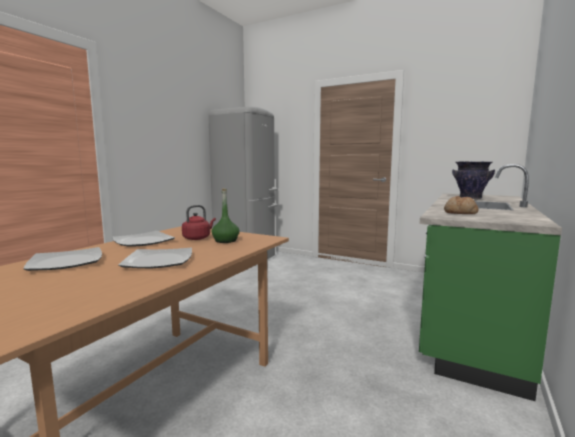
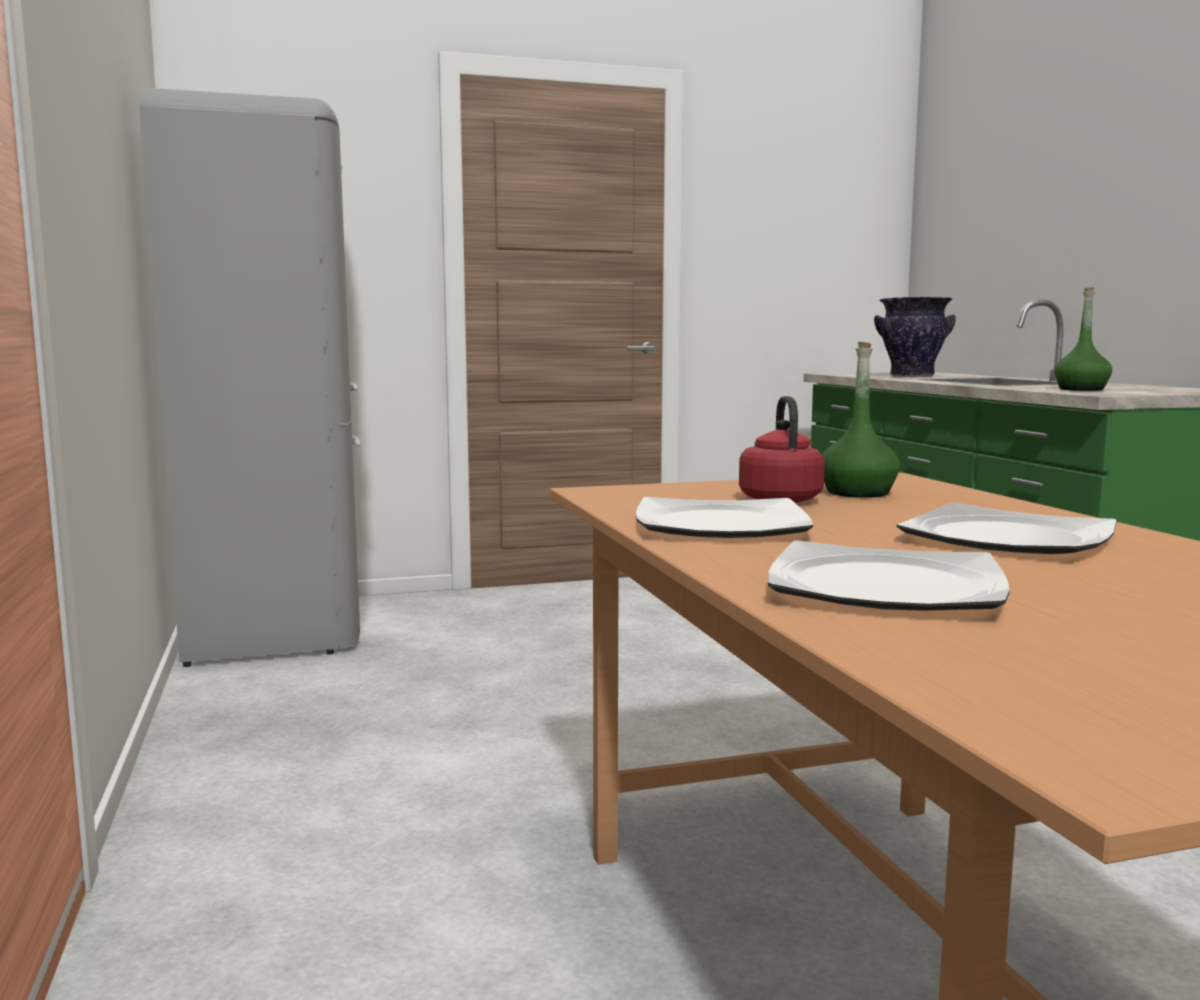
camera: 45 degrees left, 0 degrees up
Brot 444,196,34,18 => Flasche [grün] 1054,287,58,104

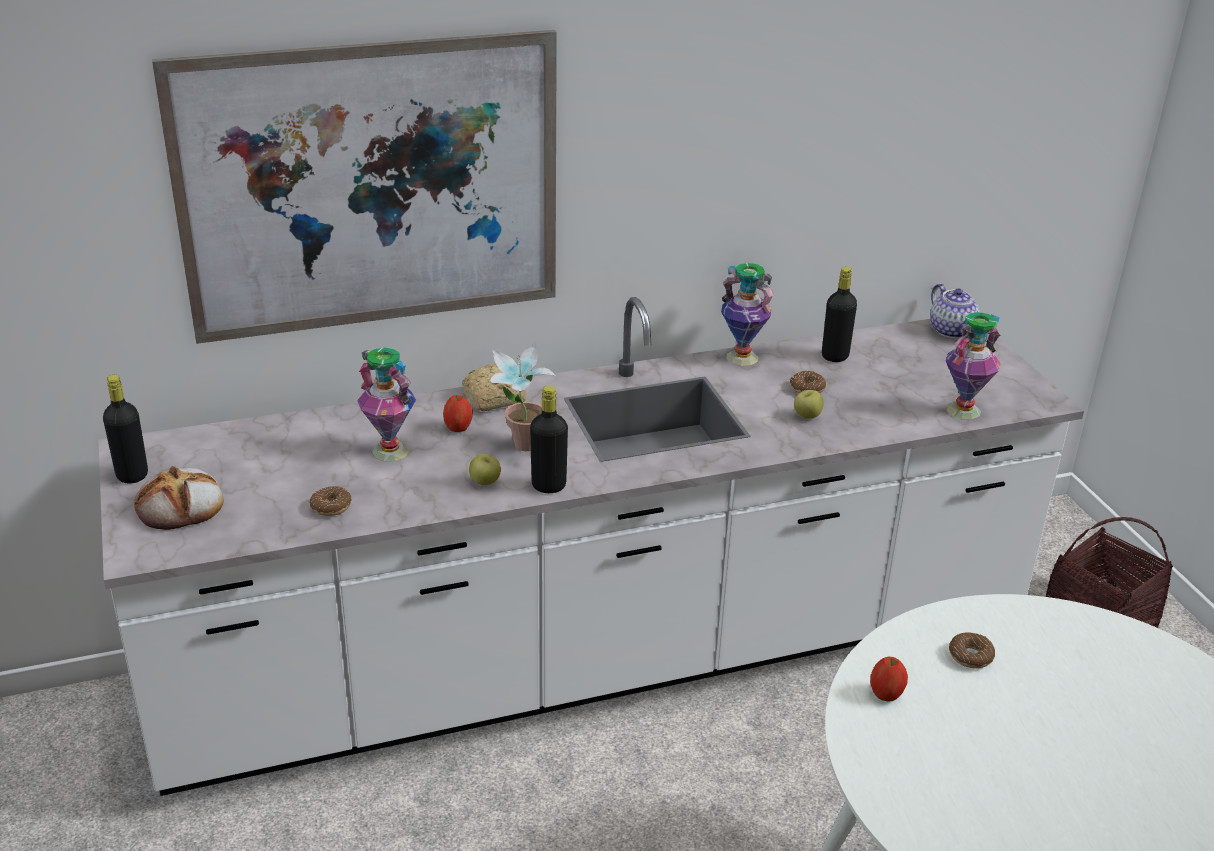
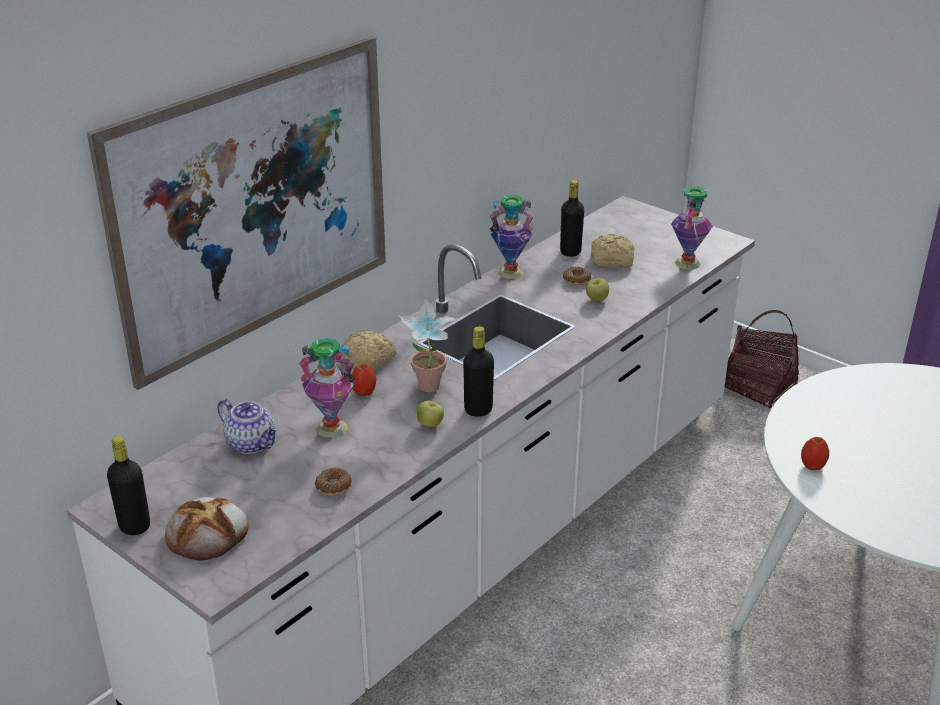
camera: 30 degrees left, 0 degrees up
Teekanne 930,284,50,54 => Teekanne 217,399,62,55, relocated
Donut 949,633,46,35 => nothing
nothing => Brot 591,234,44,34

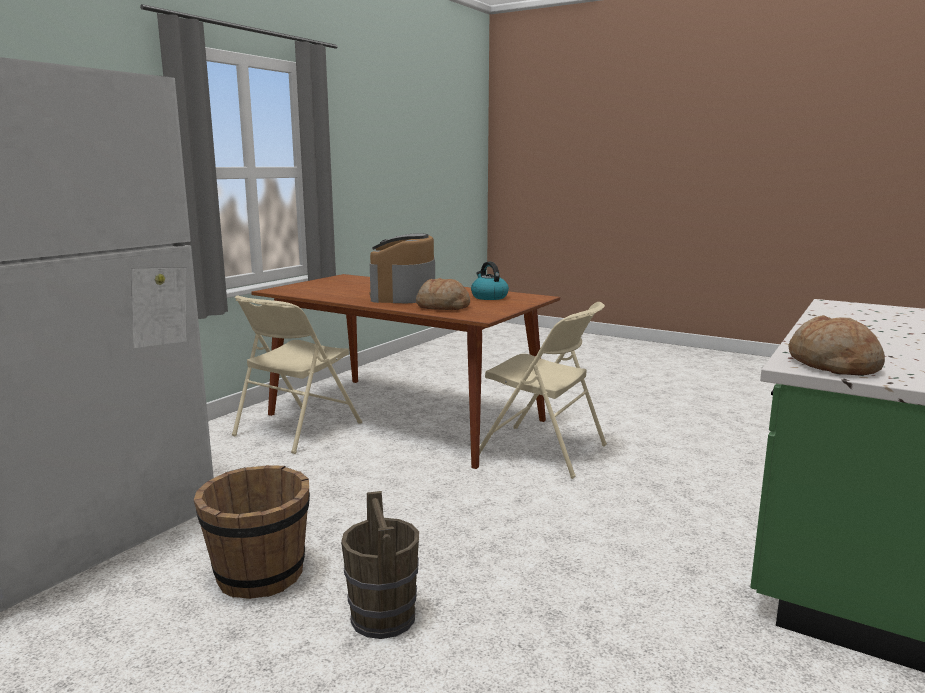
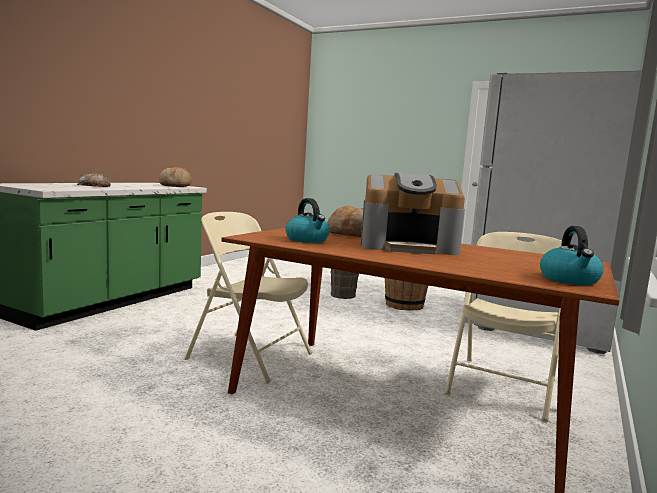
camera: 175 degrees right, 5 degrees down
Kaffeemaschine 369,233,66,70 => Kaffeemaschine 361,173,104,82, 90 degrees clockwise
nothing => Brot 77,172,34,15
nothing => Wasserkessel 540,226,64,59

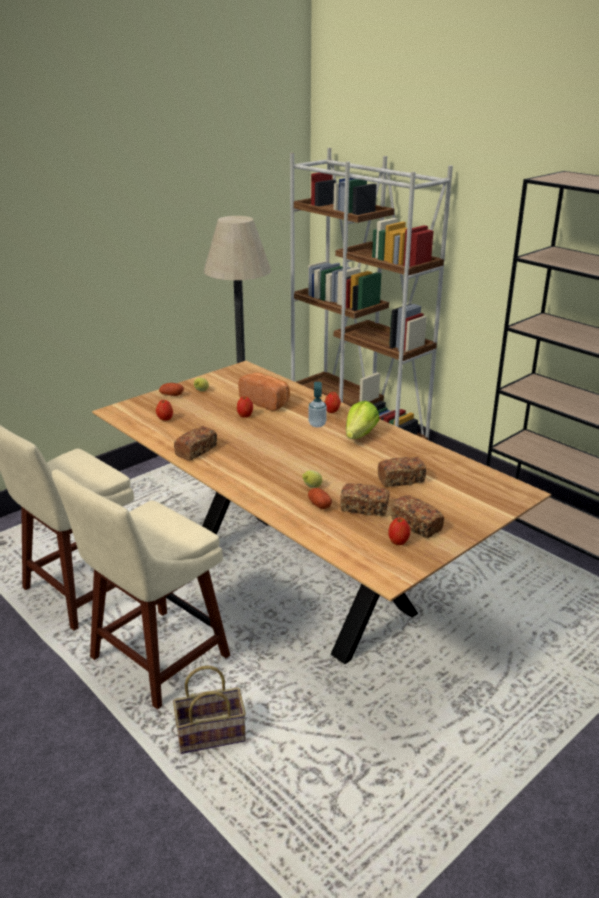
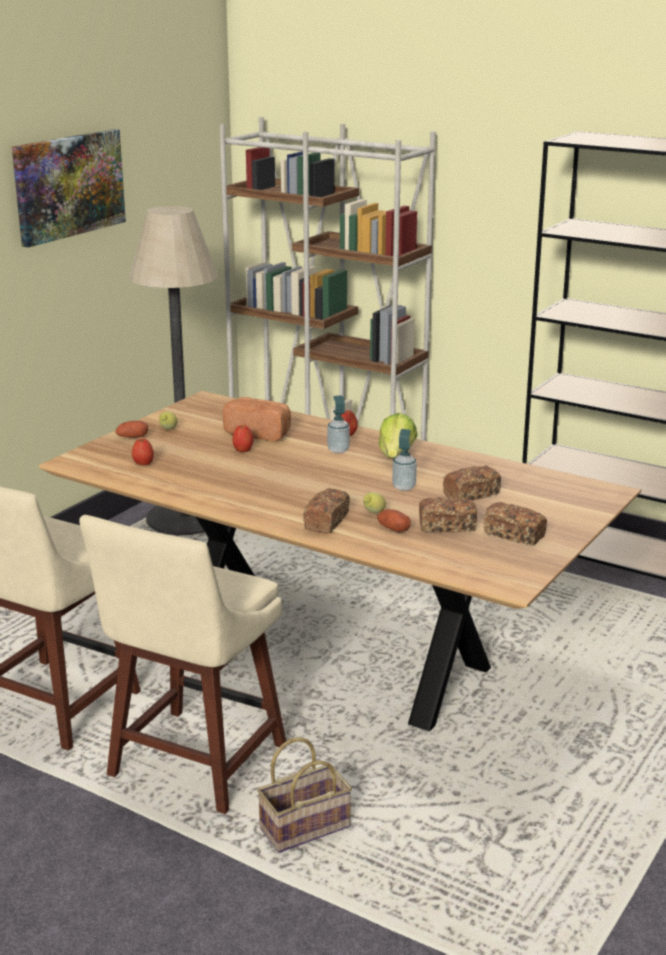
camera: 15 degrees left, 5 degrees down
Brot 174,426,43,35 => Brot 303,488,47,46, relocated
Apfel 388,518,23,27 => nothing
nothing => Bild 12,129,114,118
nothing => Seifenspender 392,429,25,62

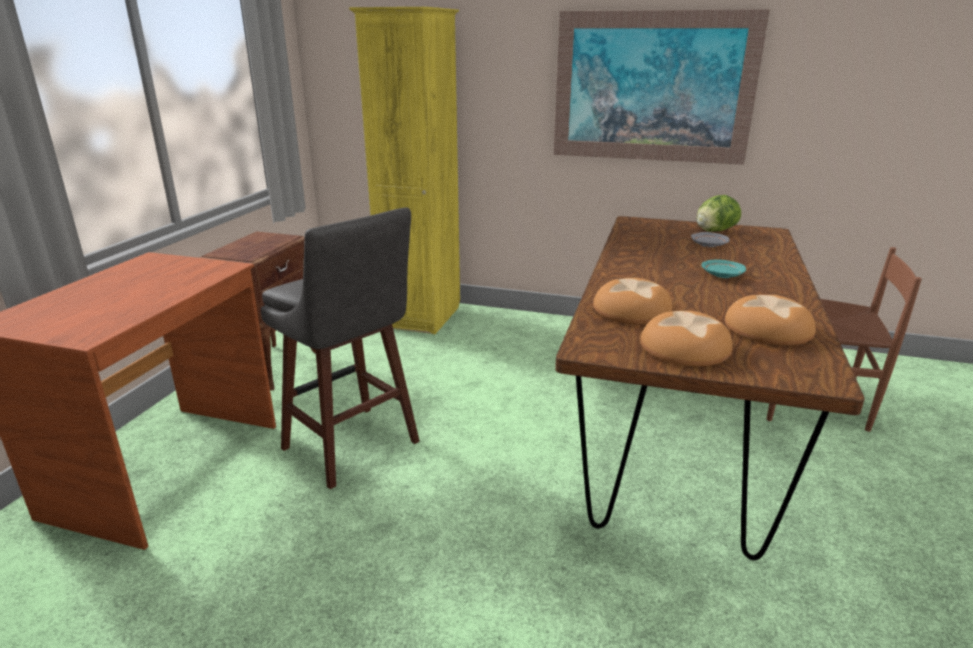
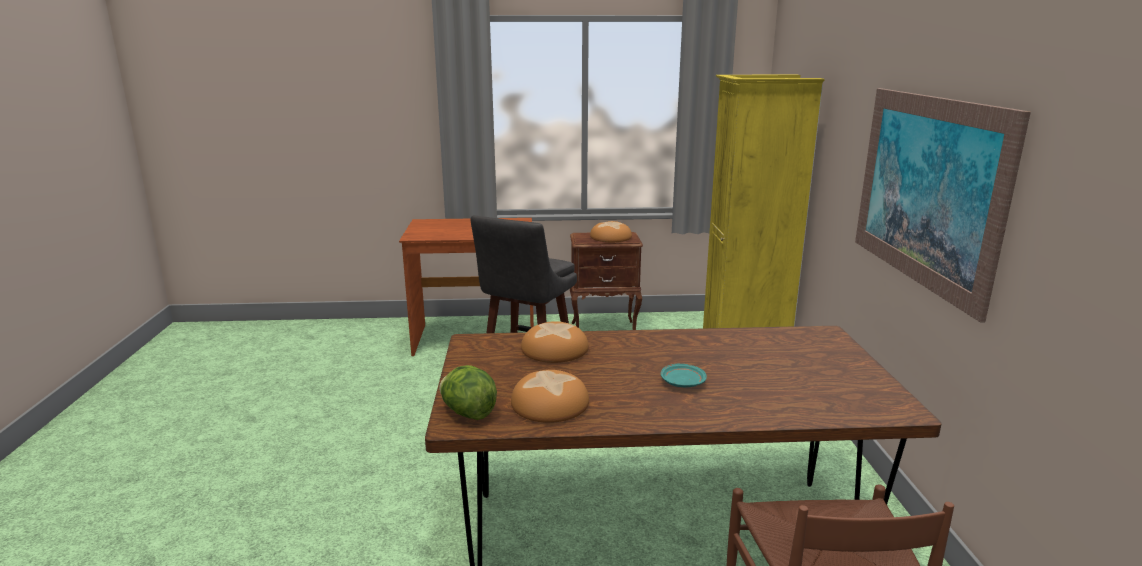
camera: 70 degrees right, 5 degrees down
Brot 641,311,92,56 => Brot 590,221,42,21, relocated
Teller [grau] 691,232,39,15 => nothing
Salatkopf 696,195,45,37 => Salatkopf 439,365,58,55, relocated

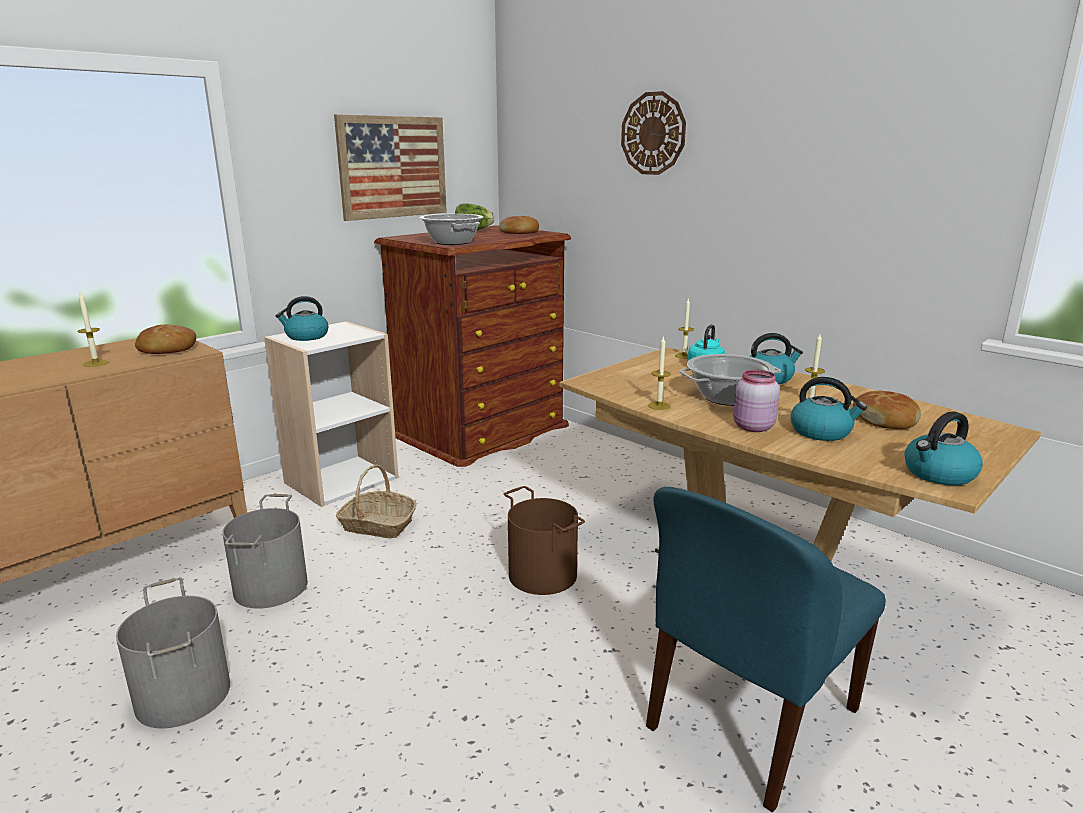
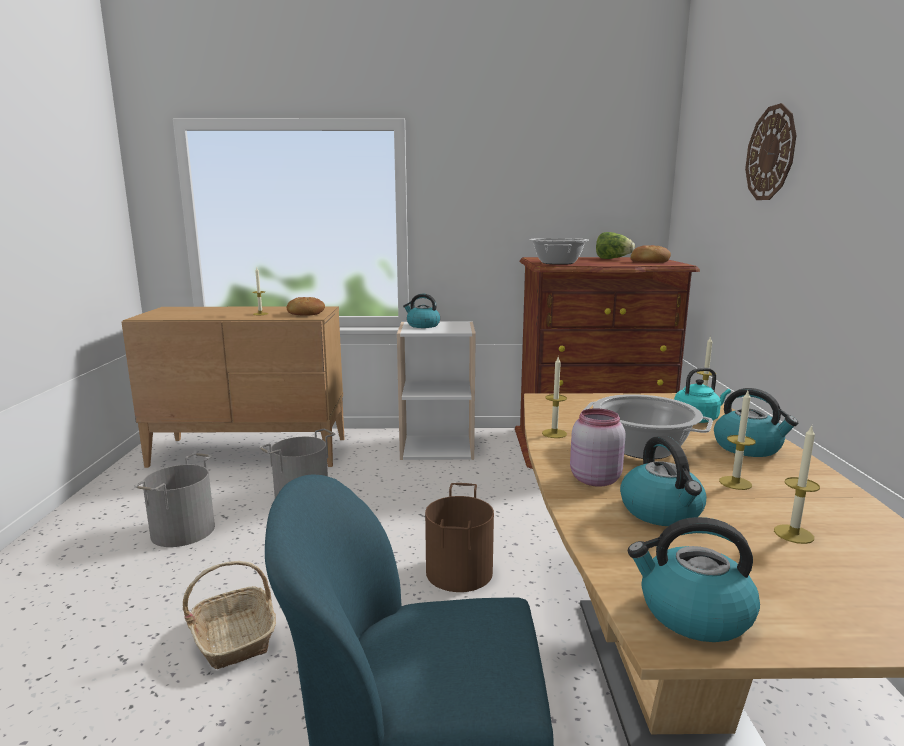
camera: 45 degrees right, 5 degrees down
Bild 334,114,113,107 => nothing
Korb 336,465,80,73 => Korb 183,561,93,108, relocated
Brot 853,391,68,38 => Kerze 774,425,46,119

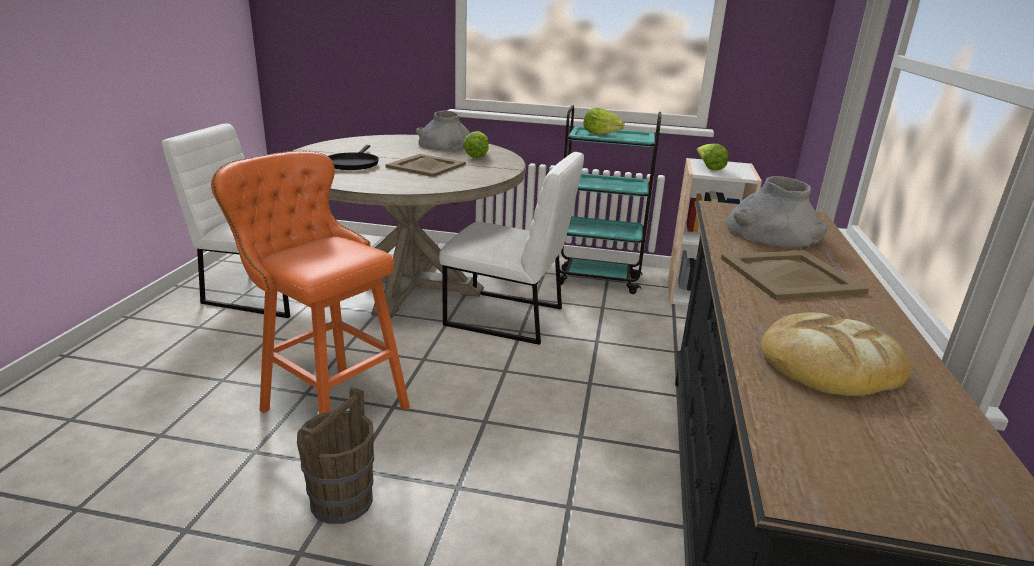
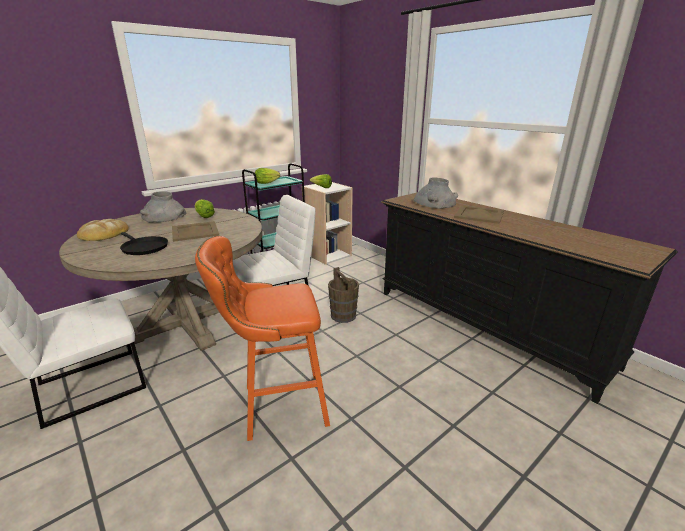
camera: 50 degrees left, 0 degrees up
Eimer [braun] 297,387,77,137 => Eimer [braun] 328,267,31,56, relocated
Brot 761,312,150,84 => Brot 77,219,52,22, relocated

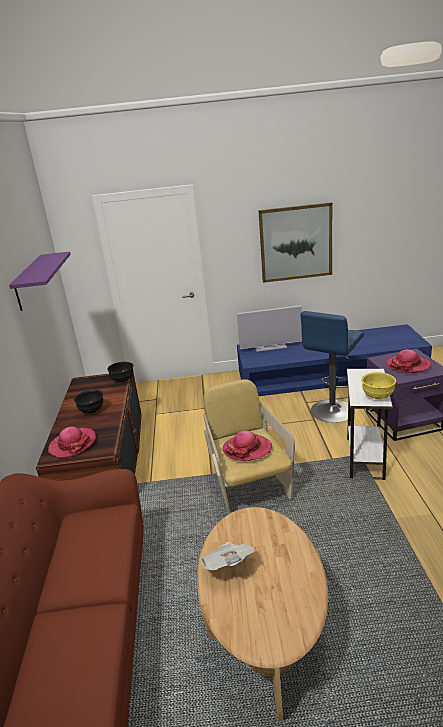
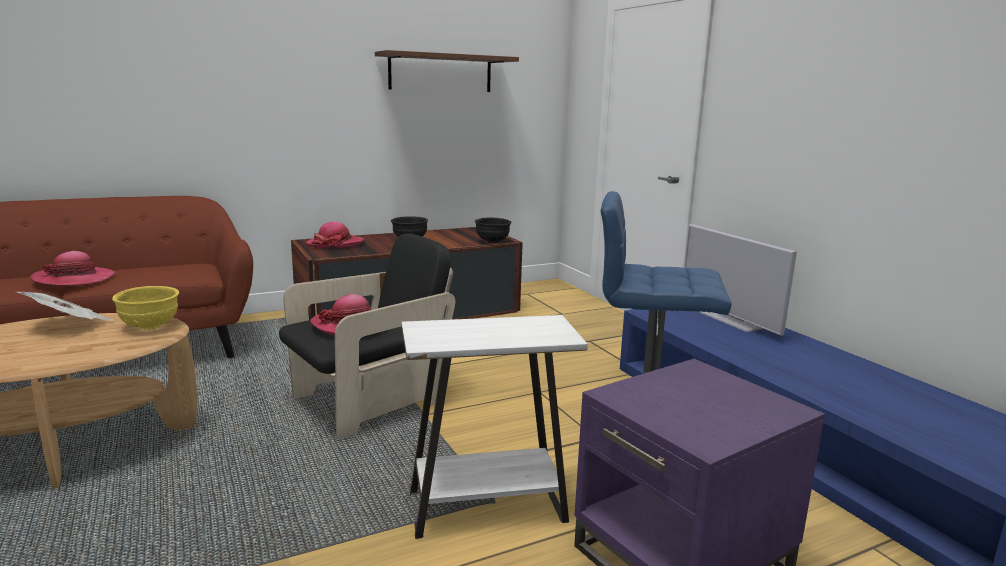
camera: 65 degrees right, 10 degrees down
Wandregal [lila] 9,251,62,60 => Wandregal [braun] 375,50,144,42
Sessel [gelb] 203,379,92,135 => Sessel [schwarz] 279,233,176,206
Bild 258,202,74,81 => nothing
Schüssel [gelb] 361,372,35,27 => Schüssel [gelb] 112,286,67,44, relocated
Hut 386,349,46,24 => Hut 30,251,86,36, relocated

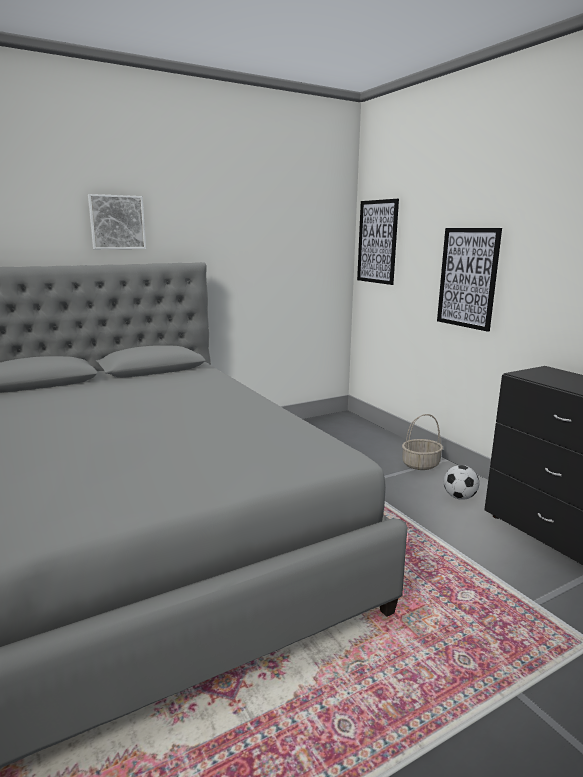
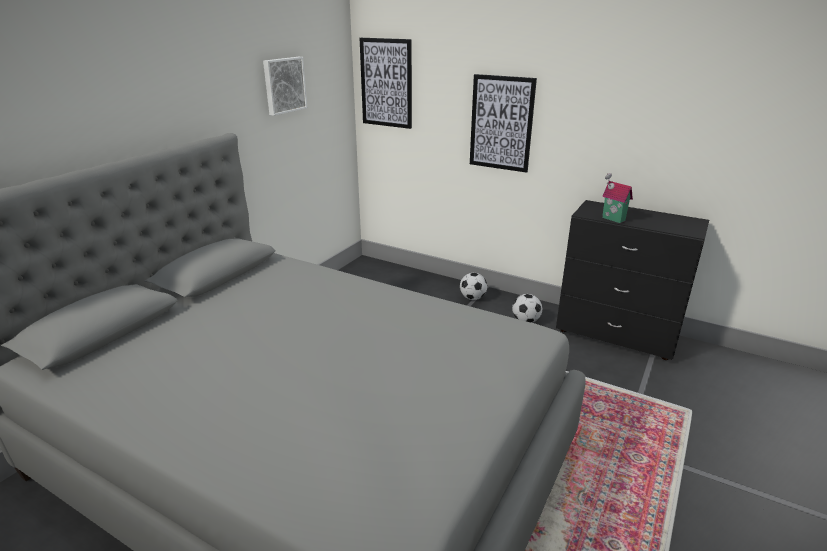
camera: 30 degrees left, 10 degrees up
Bild 88,194,58,55 => Bild 263,57,44,59, relocated
Korb 402,414,41,56 => Fußball 460,273,27,27
nothing => Spielzeughaus 602,173,31,50

